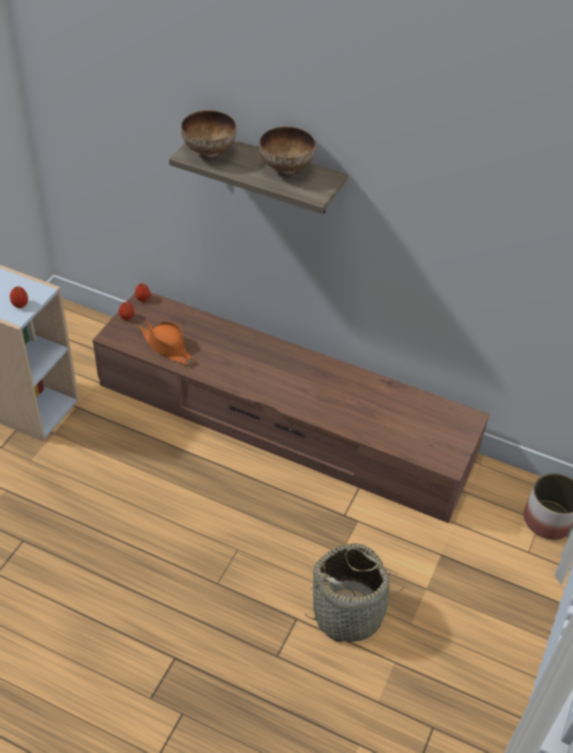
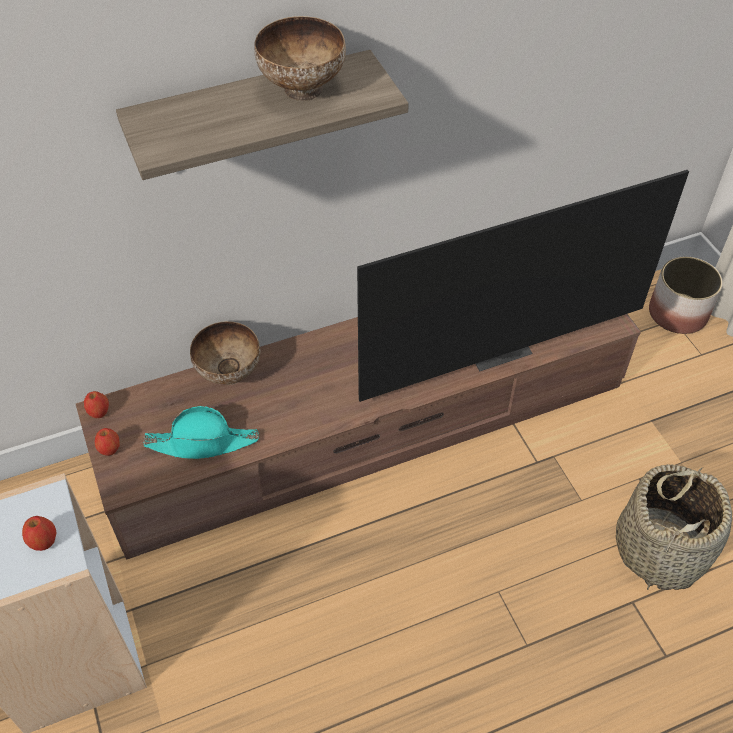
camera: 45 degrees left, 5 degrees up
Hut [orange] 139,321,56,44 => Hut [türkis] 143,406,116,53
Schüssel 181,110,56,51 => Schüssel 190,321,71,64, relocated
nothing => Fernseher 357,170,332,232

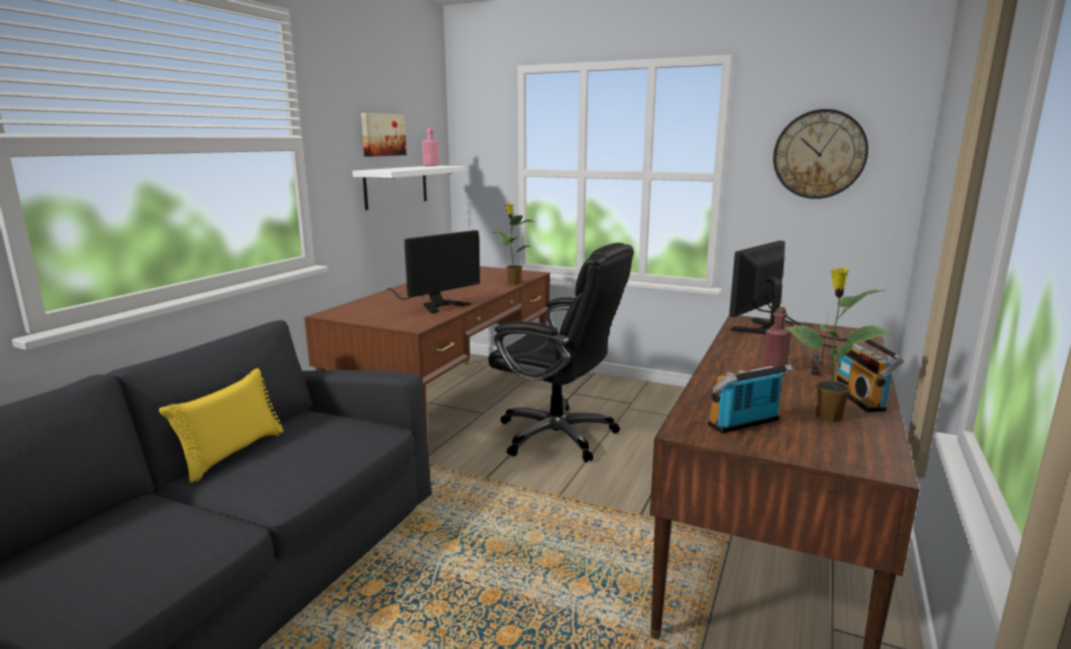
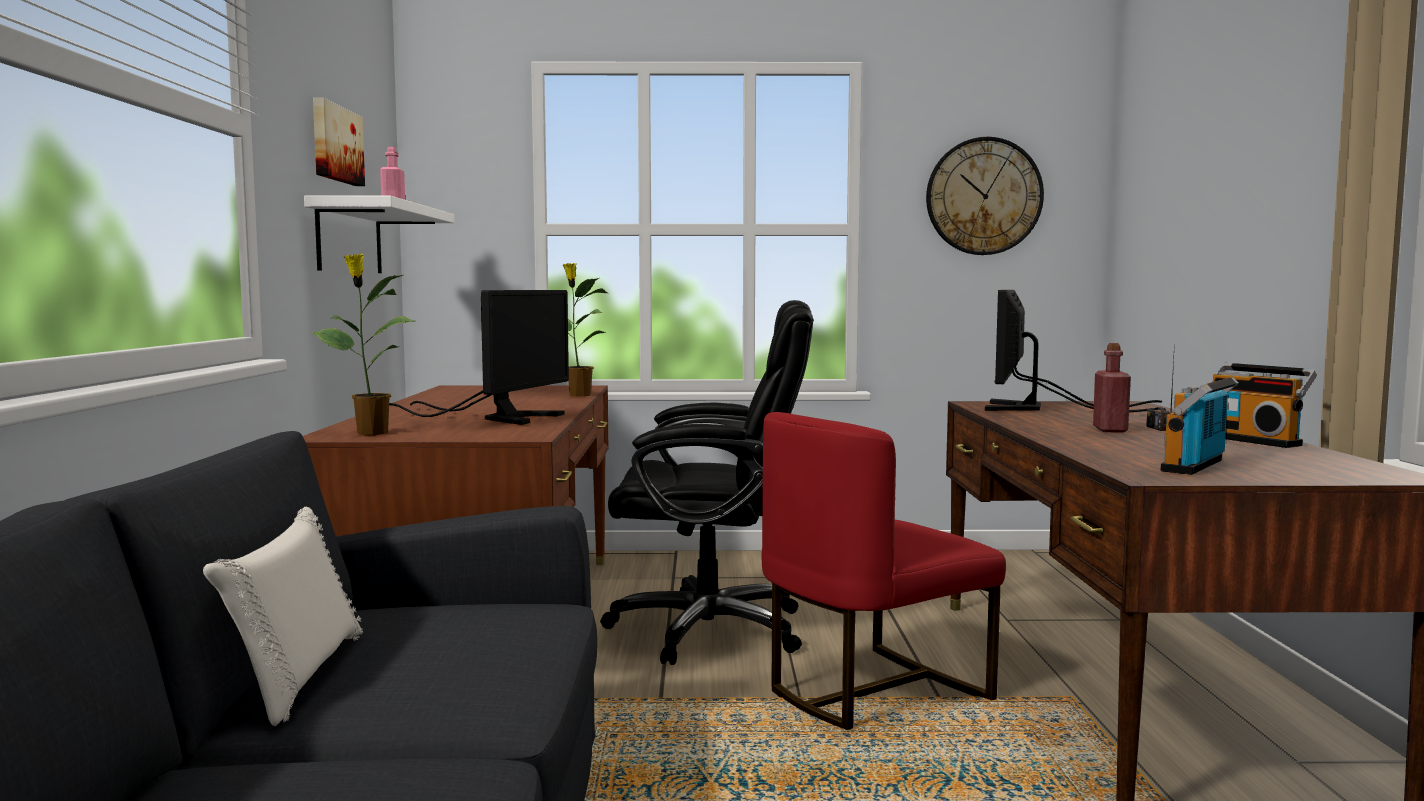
camera: 25 degrees left, 10 degrees down
Kissen [gelb] 159,368,125,115 => Kissen [weiß] 203,507,160,219
Topfpflanze 784,268,109,154 => Topfpflanze 311,254,104,181, relocated
nothing => Stuhl [rot] 762,412,244,318

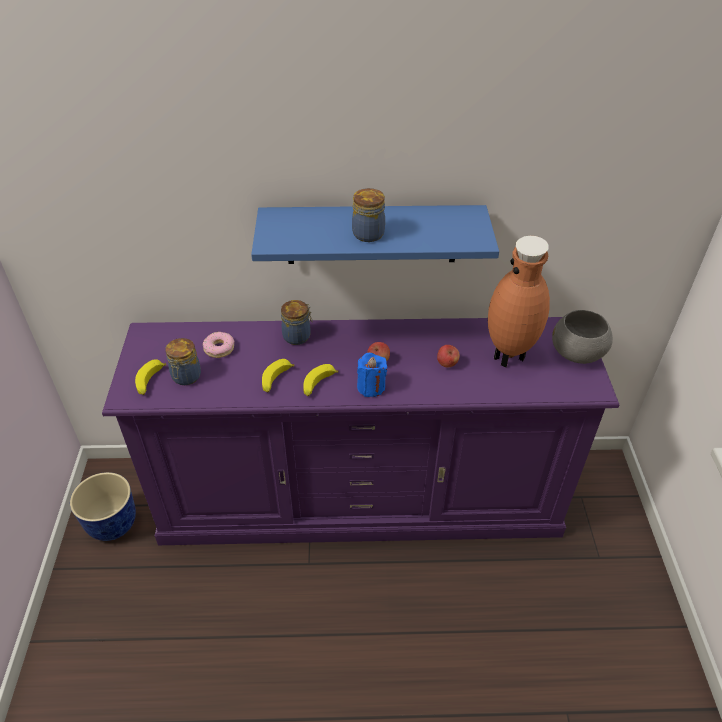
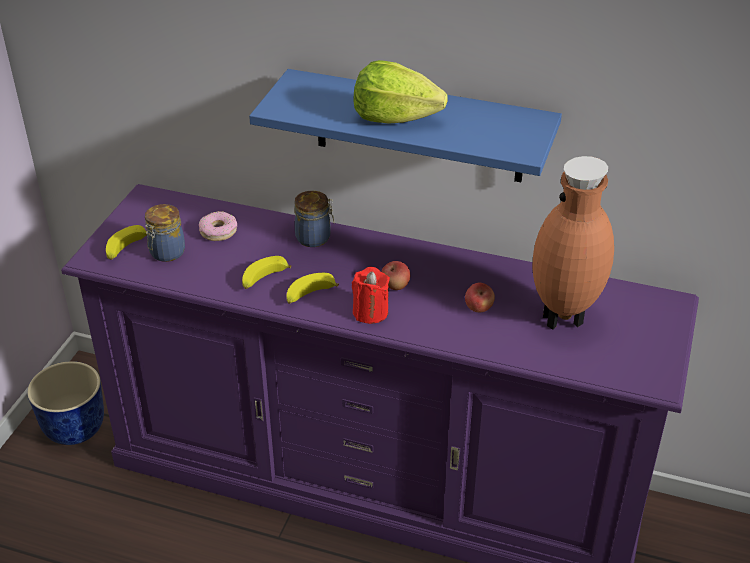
camera: 20 degrees right, 5 degrees down
Vorratsglas 352,188,33,54 => Salatkopf 354,60,94,64
Kerze [blau] 357,353,30,44 => Kerze [rot] 352,267,38,57
Schüssel [grau] 552,310,61,54 => nothing

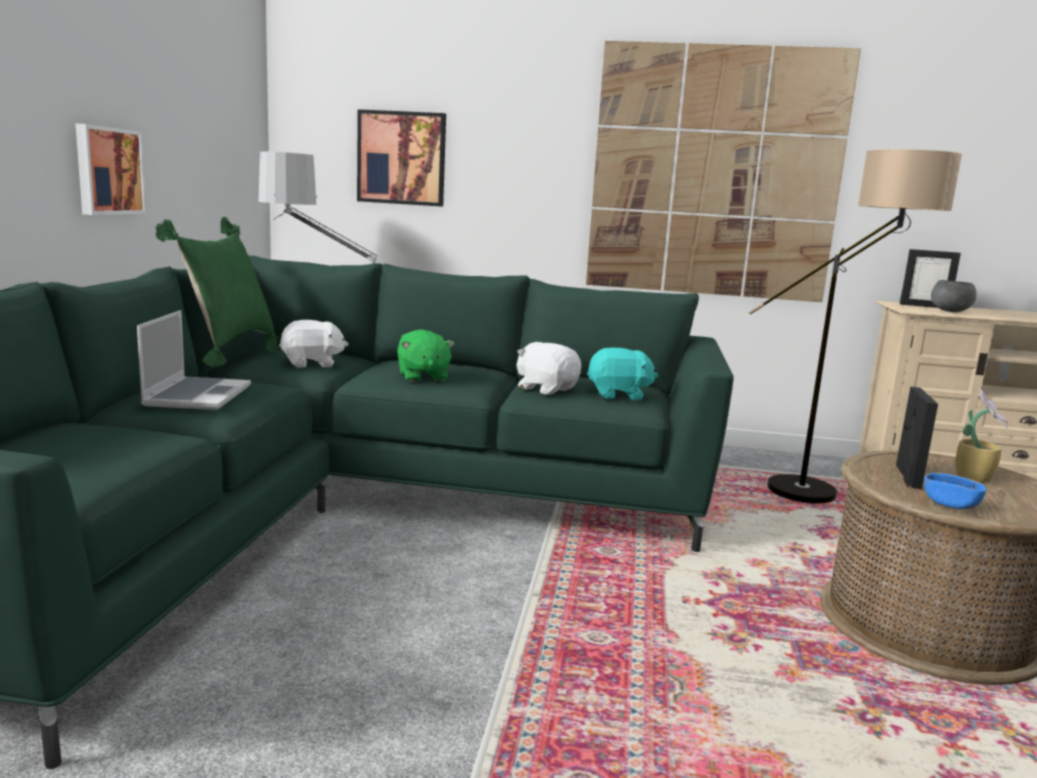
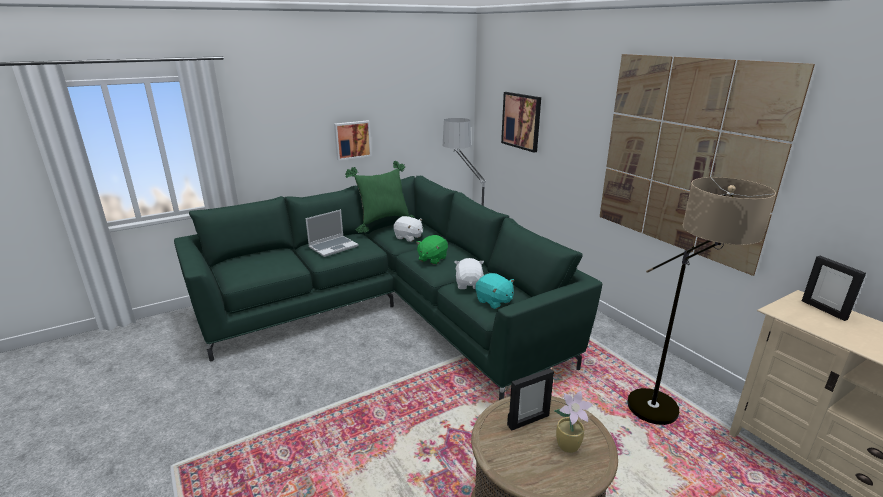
camera: 50 degrees right, 10 degrees up
Schüssel [blau] 924,473,62,36 => nothing
Schüssel [grau] 931,280,46,32 => nothing

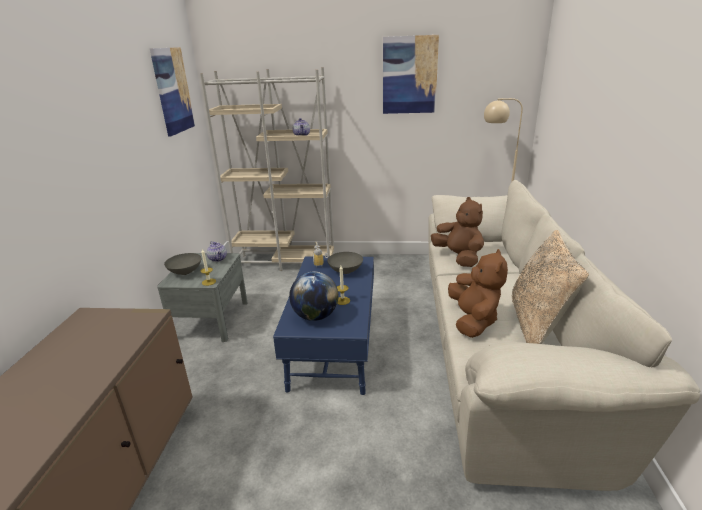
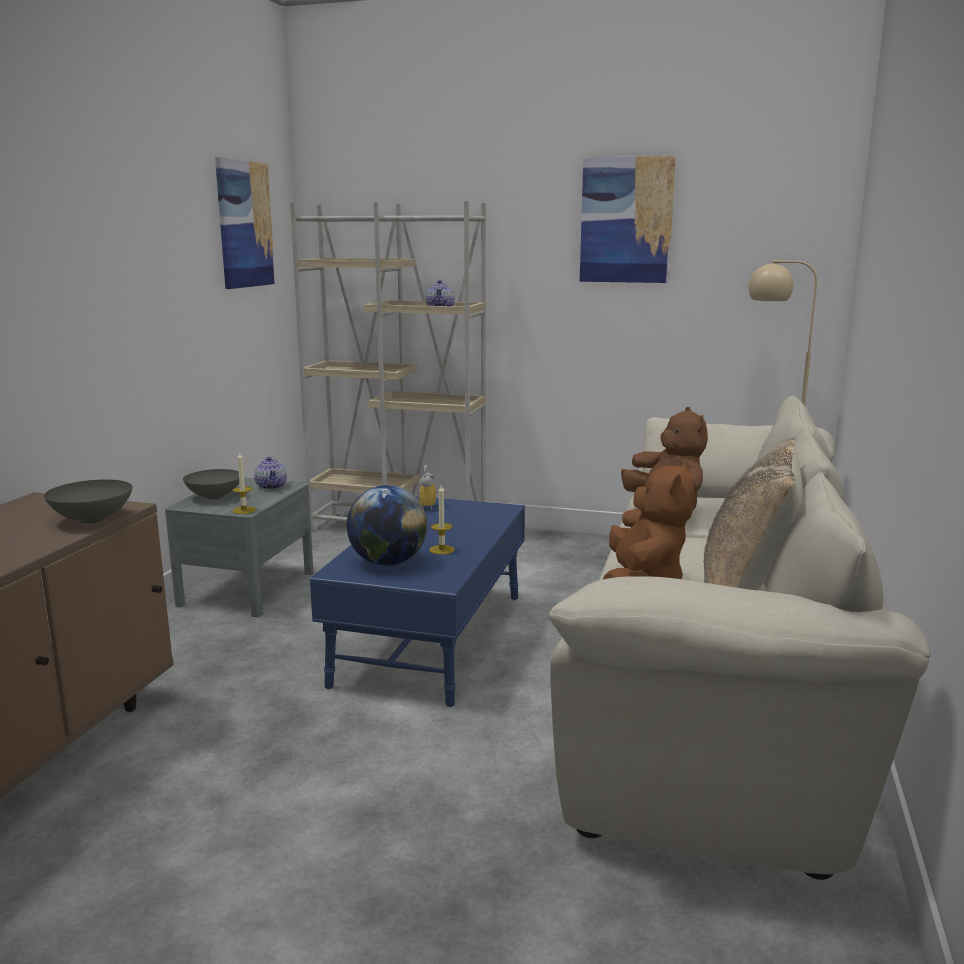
camera: 10 degrees right, 10 degrees down
Schüssel [grau] 327,252,36,22 => Schüssel [grau] 44,479,89,45, relocated

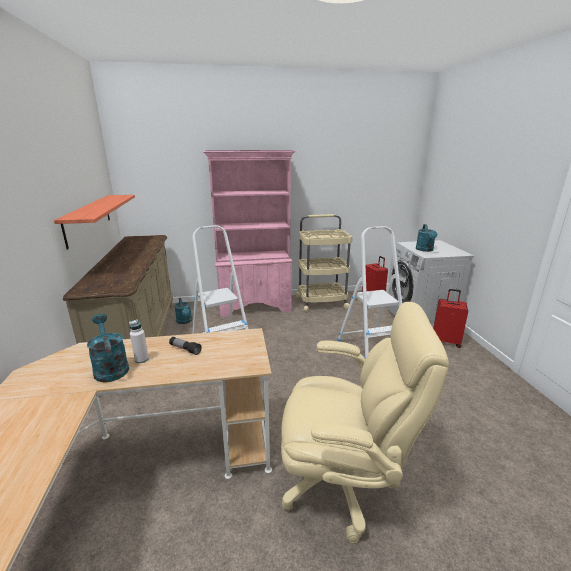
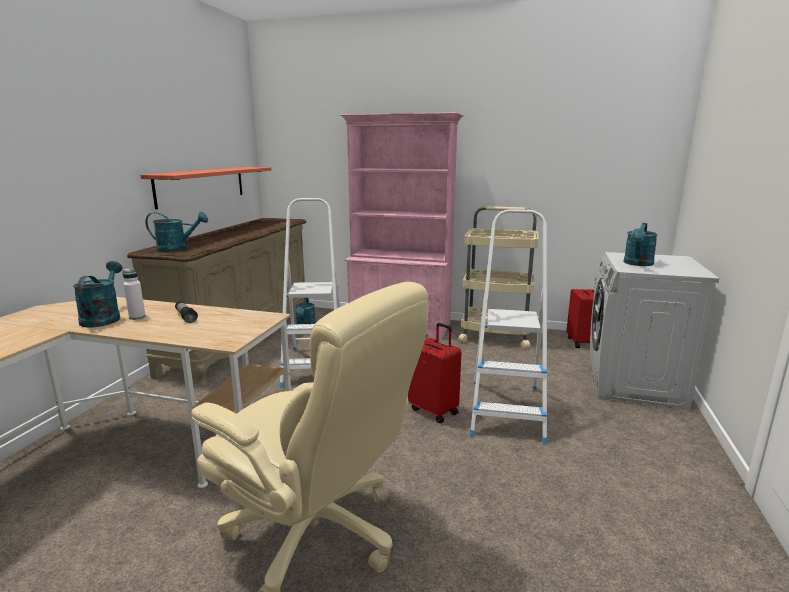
camera: 25 degrees right, 5 degrees down
Koffer [rot] 433,289,35,59 => Koffer [rot] 408,323,53,100, relocated
nothing => Gießkanne [türkis] 145,212,63,40

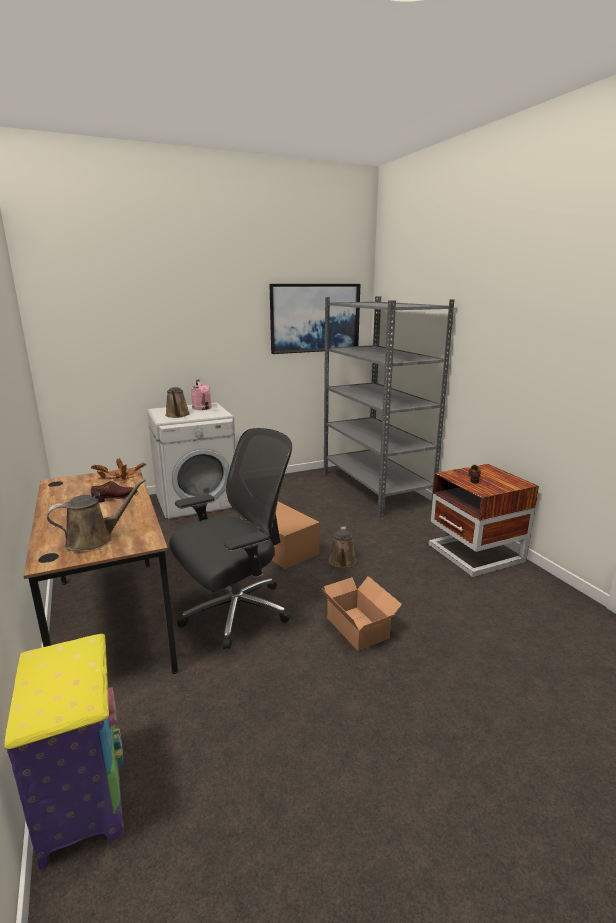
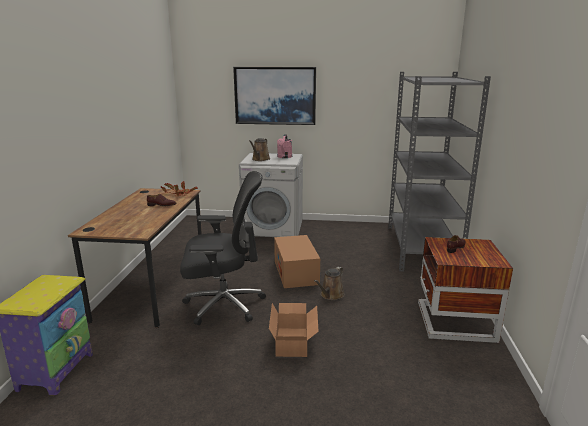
camera: 30 degrees right, 0 degrees up
Gießkanne [braun] 47,479,99,73 => nothing
Bild 270,284,90,70 => Bild 233,67,83,58, relocated

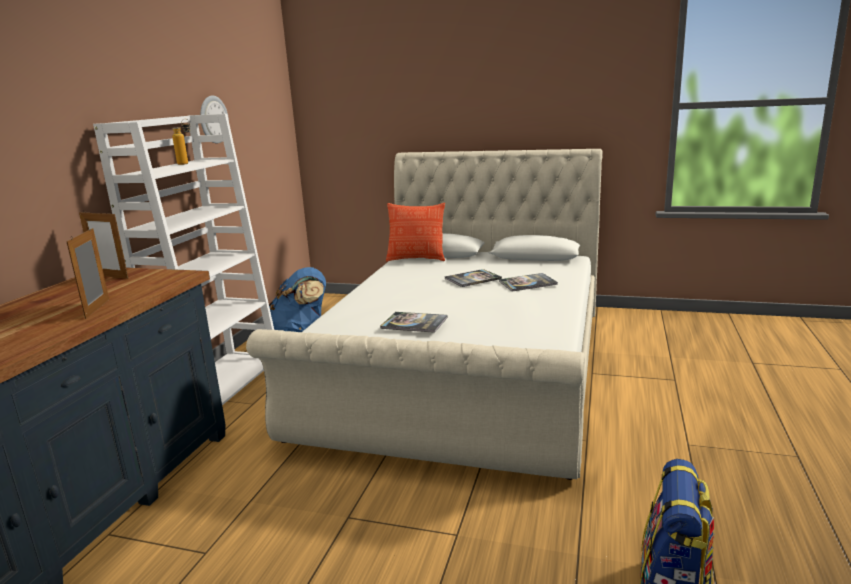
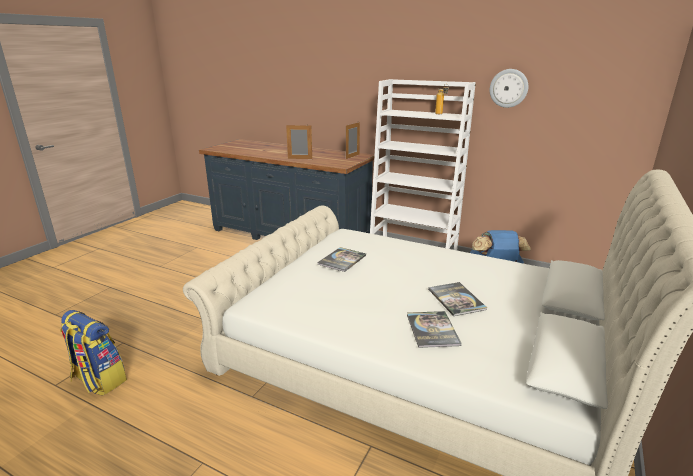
camera: 100 degrees right, 5 degrees up
Kissen [orange] 386,203,59,59 => nothing

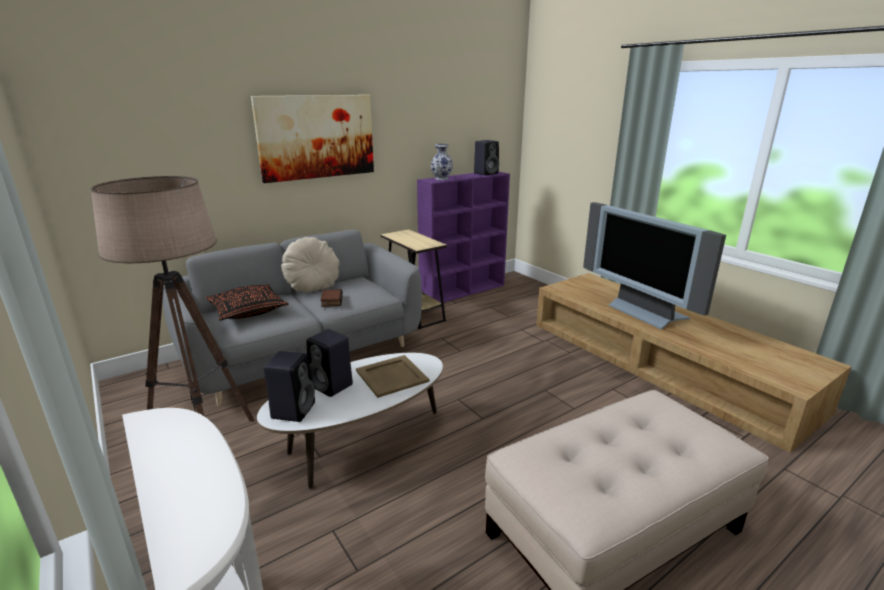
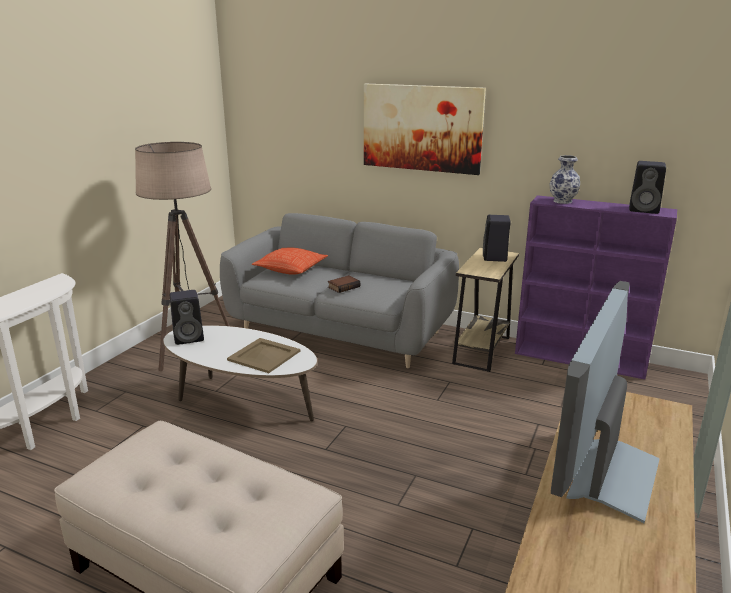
camera: 60 degrees right, 0 degrees up
Kissen [schwarz] 206,284,83,37 => Kissen [orange] 252,248,76,27
Kissen [beige] 281,237,58,56 => nothing
Lautsprecher [schwarz] 307,329,46,68 => Lautsprecher [schwarz] 483,215,28,47, relocated

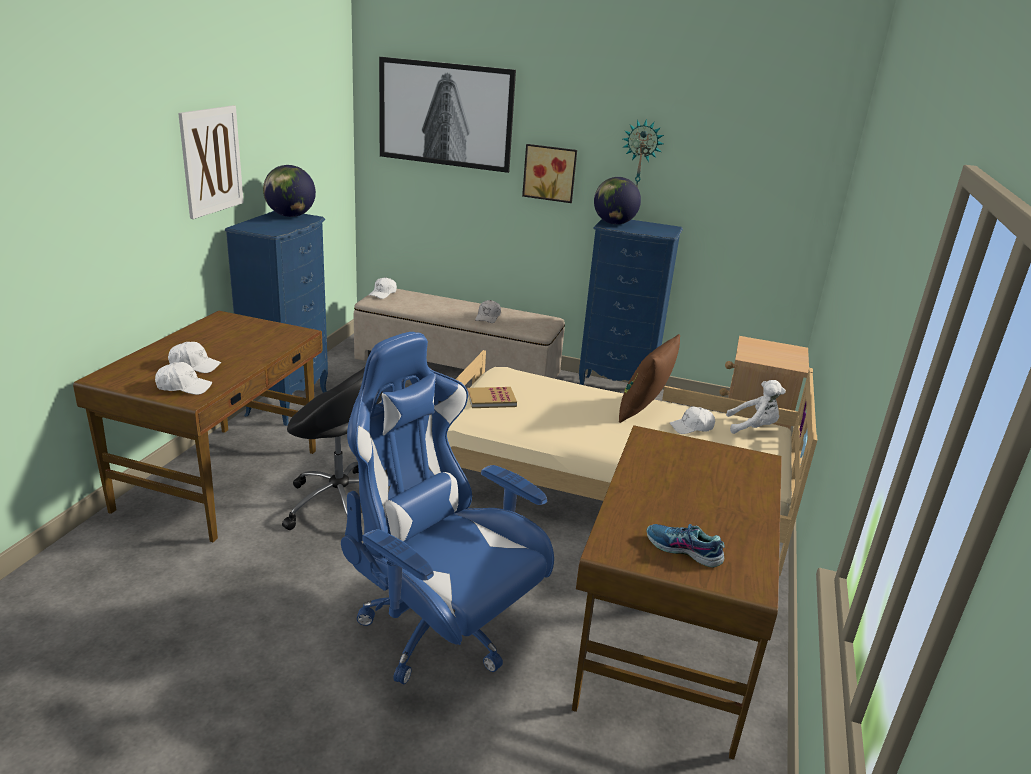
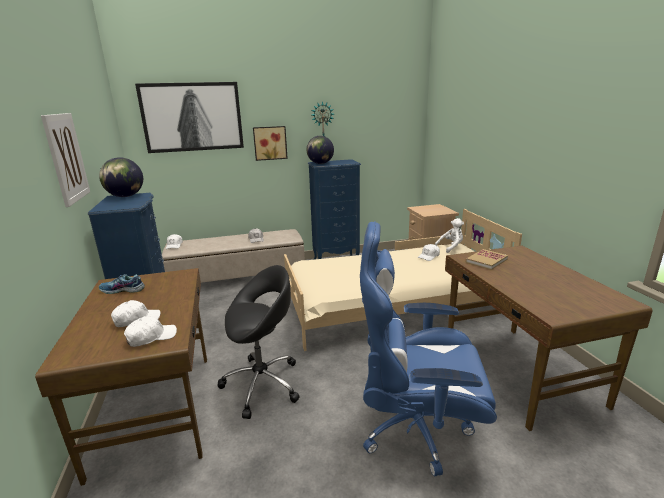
camera: 30 degrees left, 5 degrees down
Buch 467,387,50,21 => Buch 466,249,42,21, relocated
Kissen [braun] 619,334,61,89 => nothing
Schuh 647,524,78,44 => Schuh 99,274,46,20, relocated

